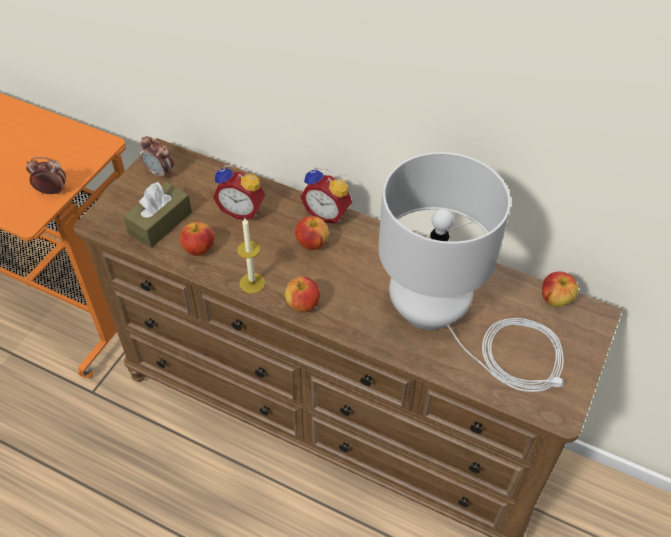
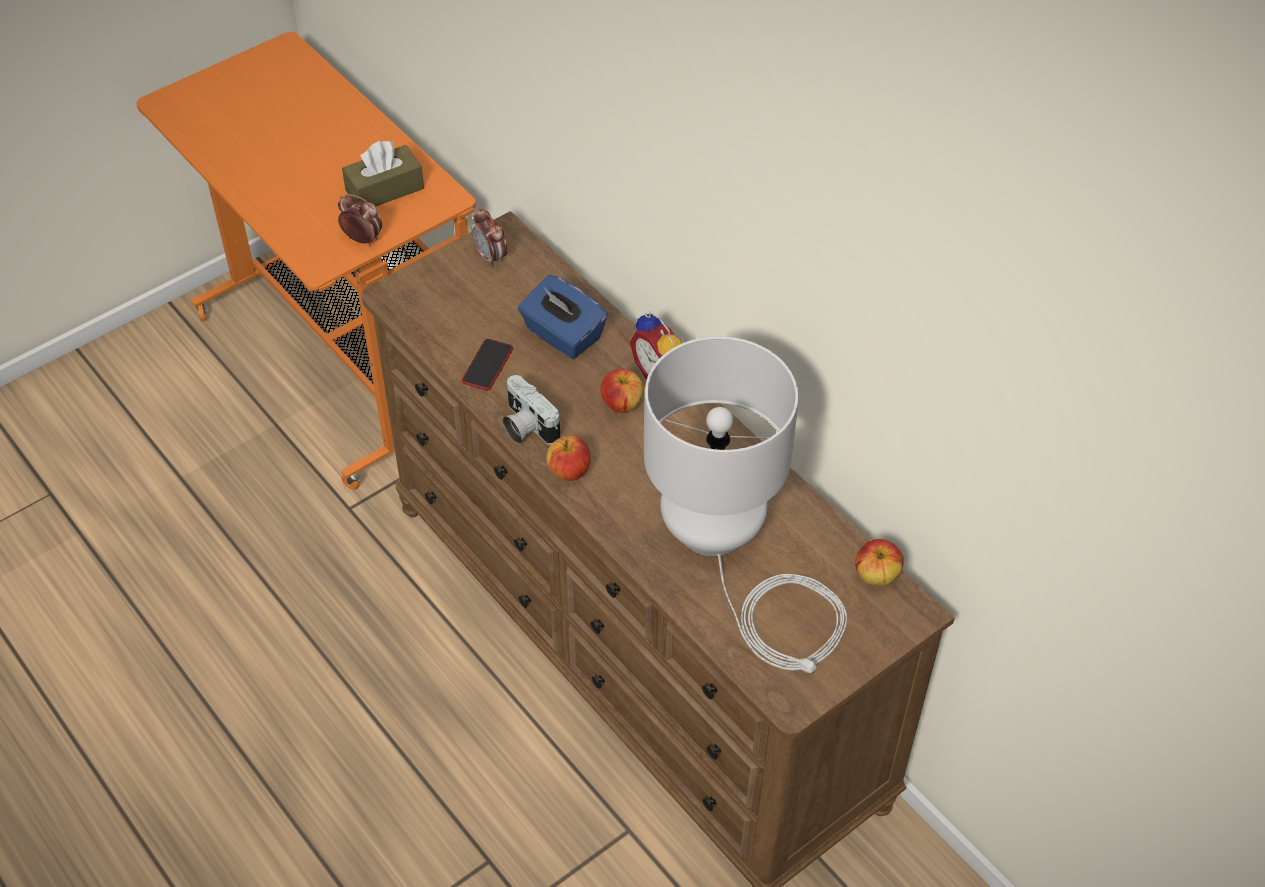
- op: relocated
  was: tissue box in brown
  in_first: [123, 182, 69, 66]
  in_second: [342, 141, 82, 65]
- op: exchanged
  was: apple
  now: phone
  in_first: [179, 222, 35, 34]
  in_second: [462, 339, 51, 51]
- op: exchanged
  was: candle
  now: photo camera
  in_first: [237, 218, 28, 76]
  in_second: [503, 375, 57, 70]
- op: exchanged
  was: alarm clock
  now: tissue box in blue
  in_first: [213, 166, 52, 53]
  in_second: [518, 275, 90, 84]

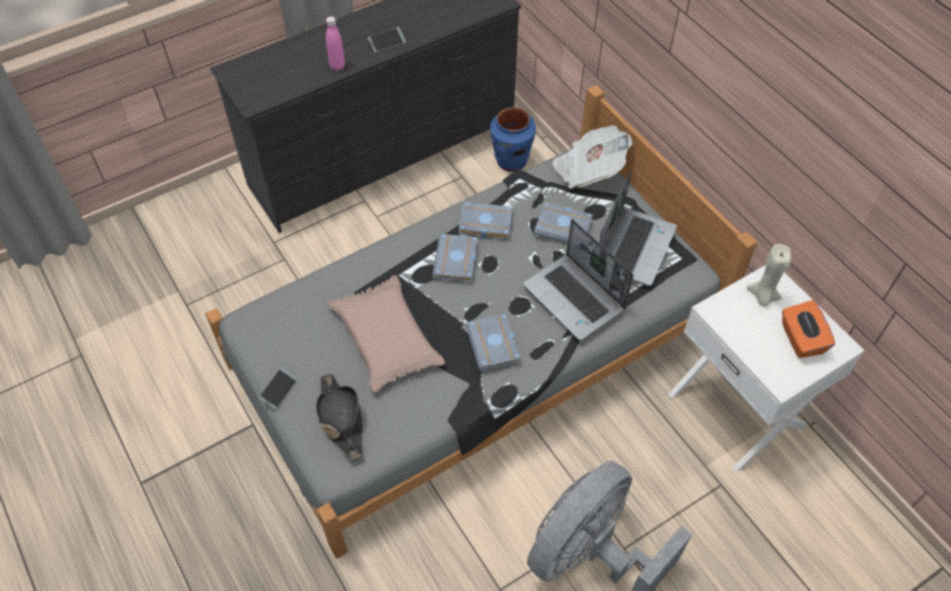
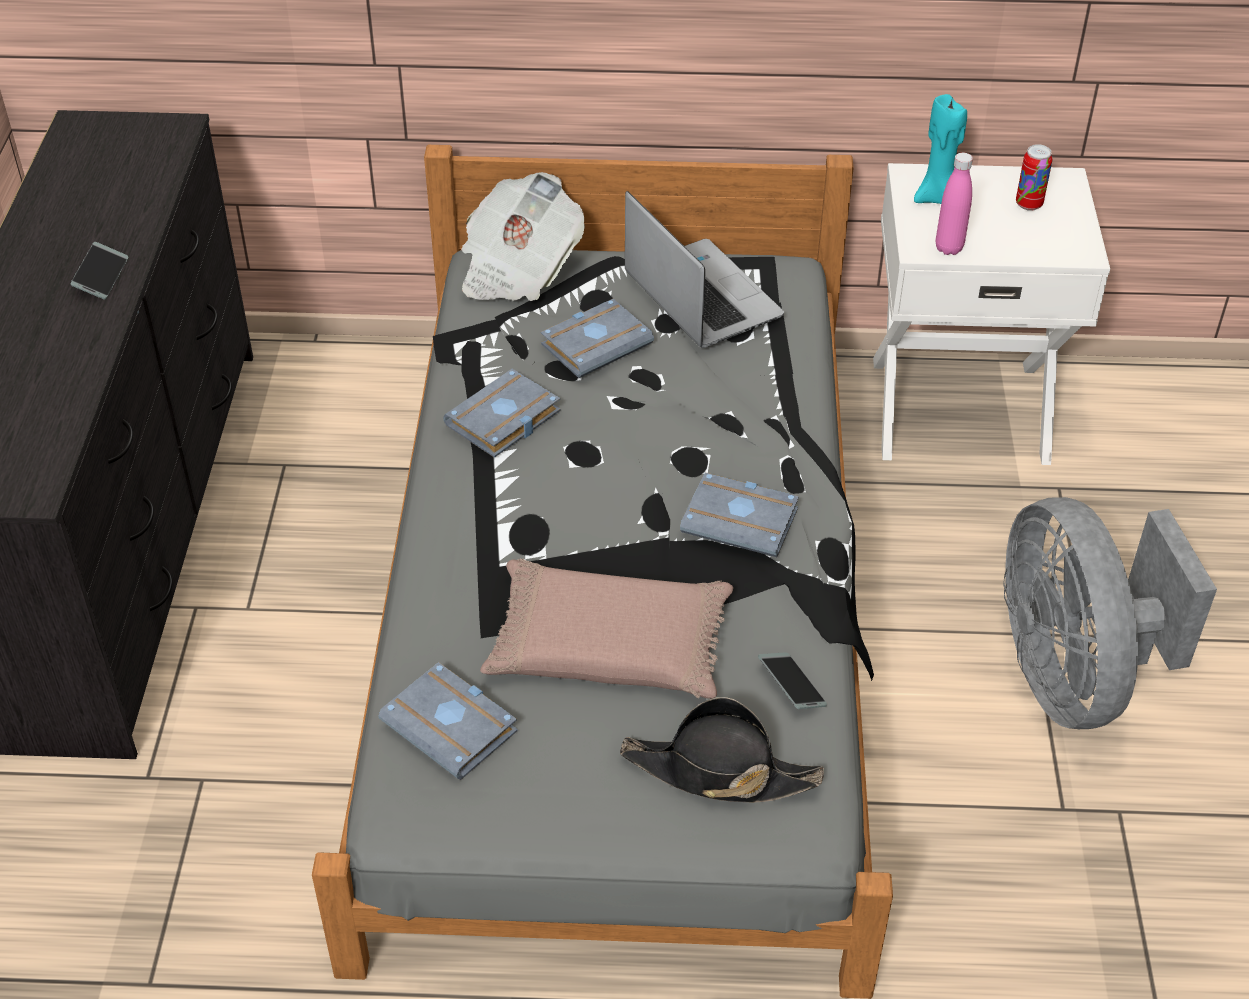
- op: relocated
  was: book in grey
  in_first: [432, 234, 46, 49]
  in_second: [378, 662, 140, 118]
- op: relocated
  was: phone
  in_first: [259, 367, 39, 42]
  in_second: [758, 652, 69, 57]
- op: colour
  was: candle in beige
  now: candle in turquoise
  in_first: [747, 244, 44, 63]
  in_second: [914, 94, 53, 110]
- op: relocated
  was: bottle in pink
  in_first: [326, 16, 19, 55]
  in_second: [935, 153, 38, 102]
- op: exchanged
  was: tissue box in orange
  now: can
  in_first: [782, 300, 53, 58]
  in_second: [1016, 144, 36, 67]
- op: missing
  was: vase in blue
  in_first: [490, 107, 46, 65]
- op: missing
  was: laptop
  in_first: [523, 219, 110, 122]

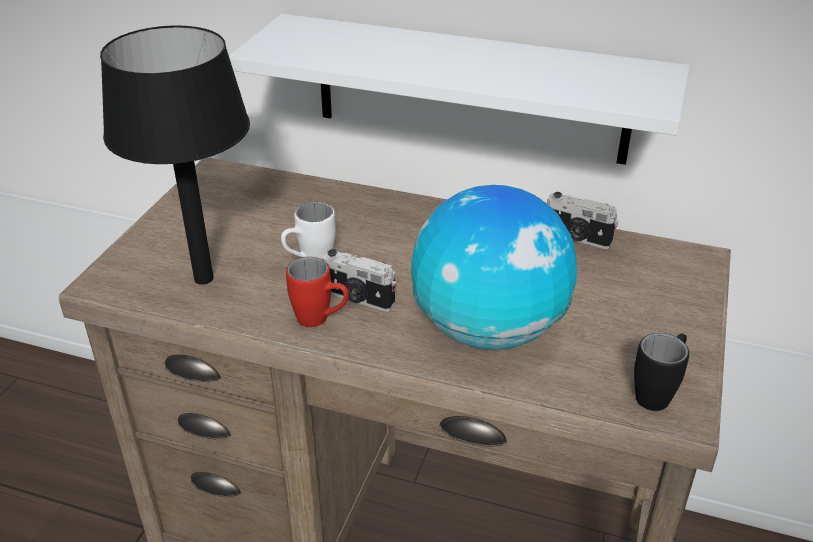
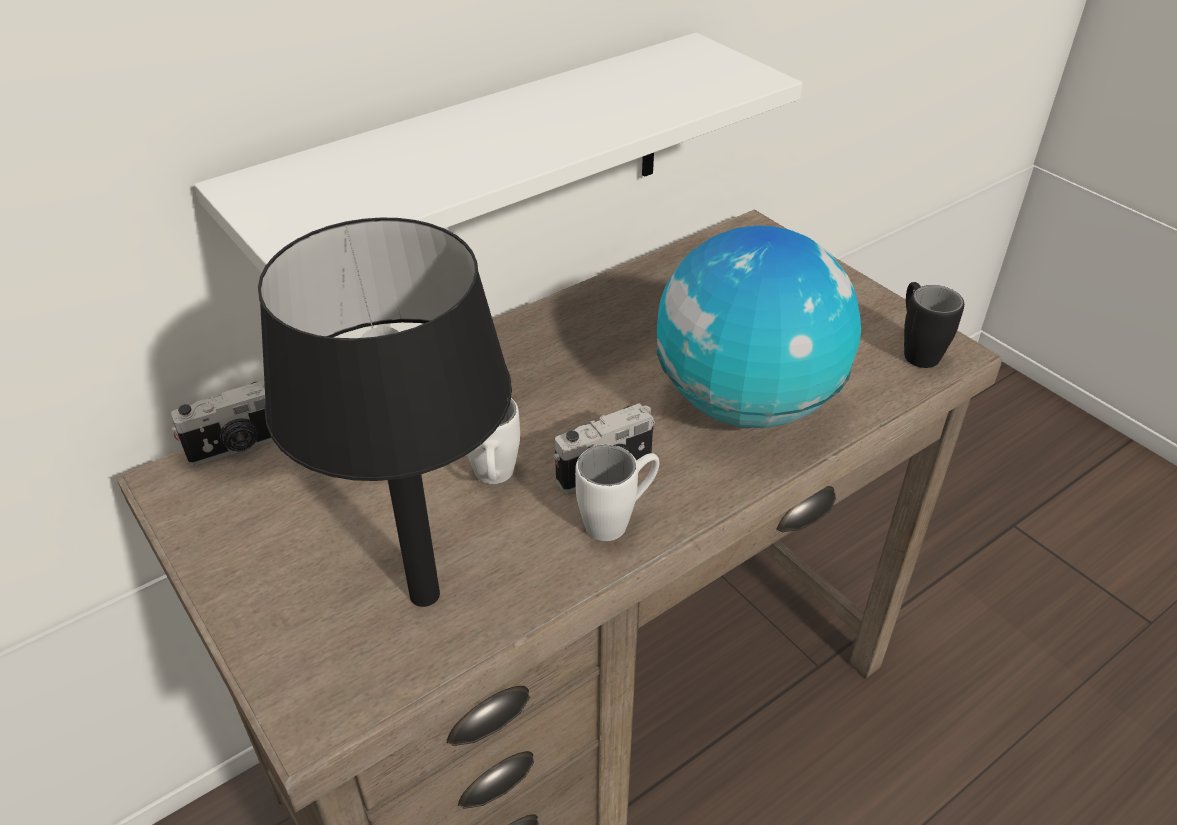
- op: relocated
  was: photo camera
  in_first: [547, 192, 71, 57]
  in_second: [171, 380, 102, 86]
- op: colour
  was: mug in red
  now: mug in white
  in_first: [286, 257, 63, 70]
  in_second: [575, 445, 84, 96]

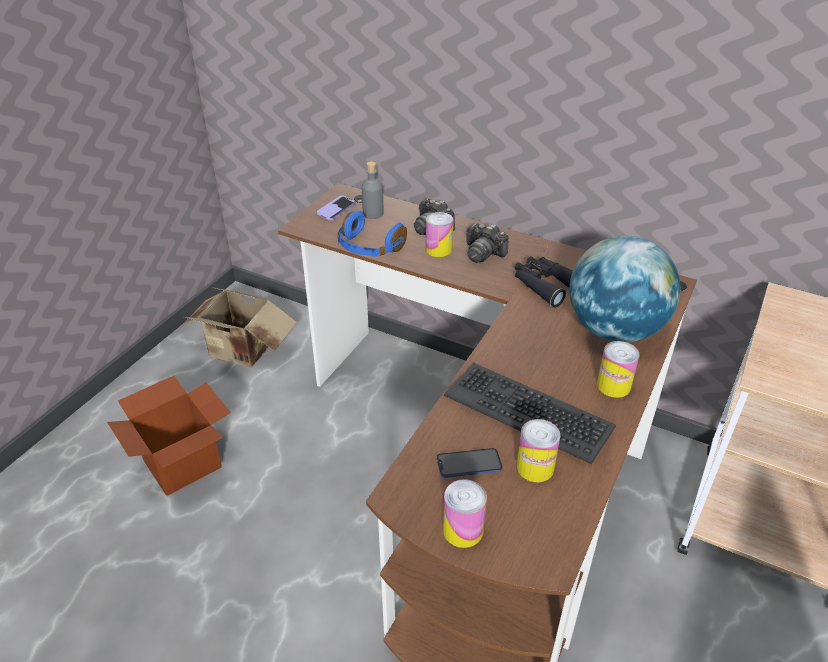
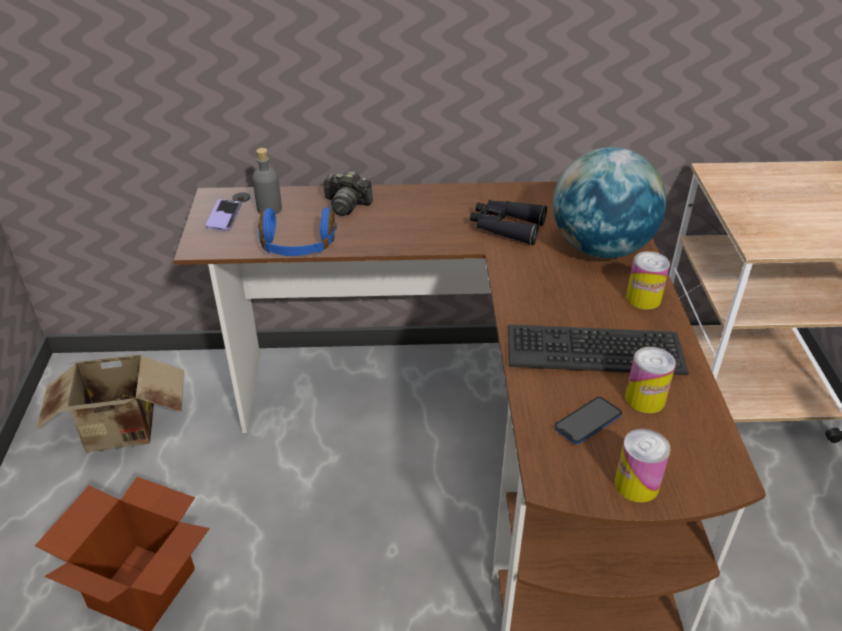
- op: missing
  was: can
  in_first: [426, 212, 27, 45]
- op: missing
  was: photo camera
  in_first: [466, 223, 42, 40]

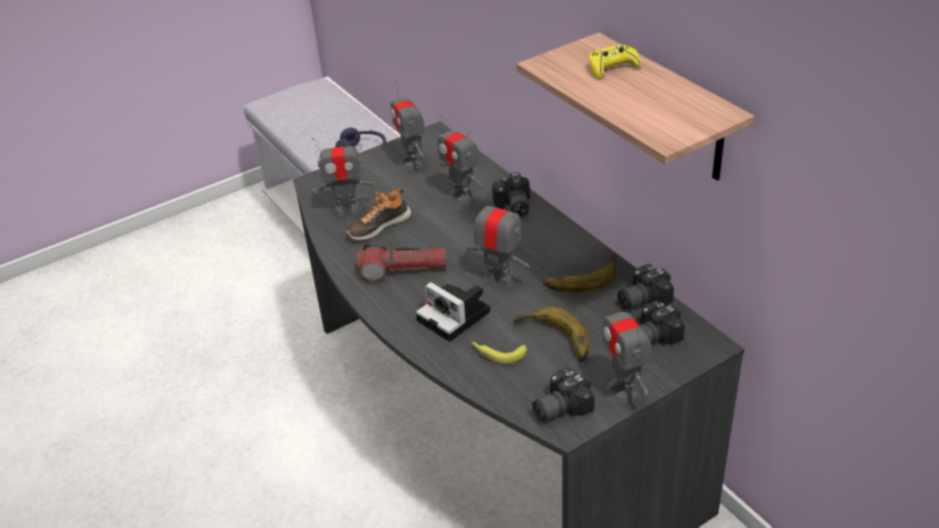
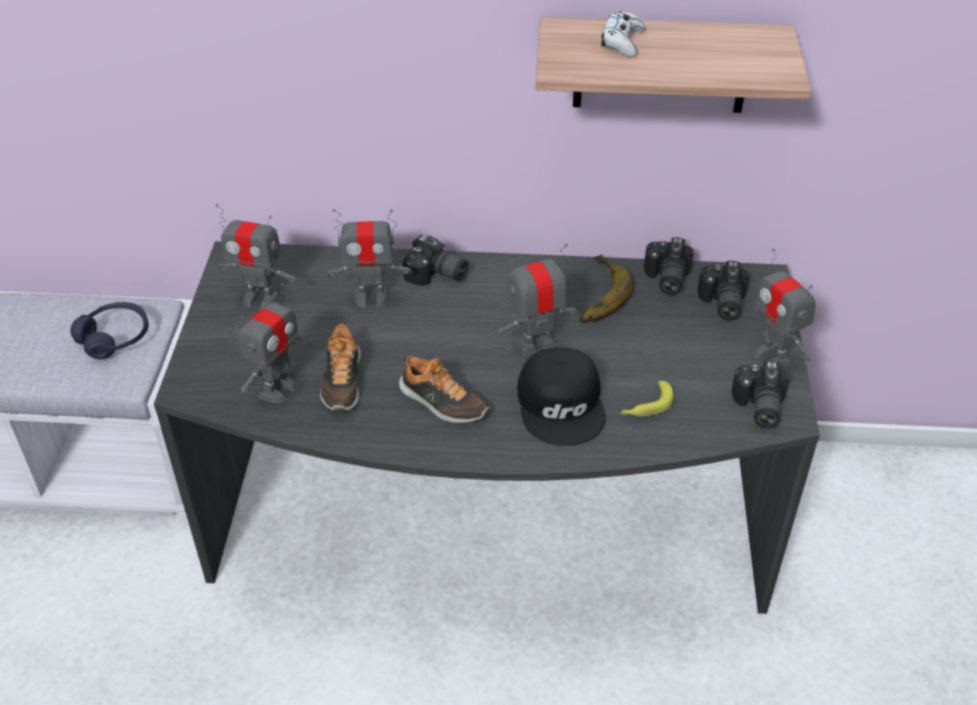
- op: exchanged
  was: flashlight
  now: shoe
  in_first: [357, 243, 89, 38]
  in_second: [399, 355, 91, 68]
- op: exchanged
  was: photo camera
  now: cap in black
  in_first: [416, 282, 74, 60]
  in_second: [517, 347, 89, 99]
- op: colour
  was: game controller in yellow
  now: game controller in white
  in_first: [589, 44, 53, 35]
  in_second: [601, 11, 44, 46]
- op: spun
  was: toy robot
  in_first: [602, 291, 50, 112]
  in_second: [752, 248, 63, 121]
  clockwise: 45
- op: missing
  was: banana
  in_first: [513, 307, 76, 55]

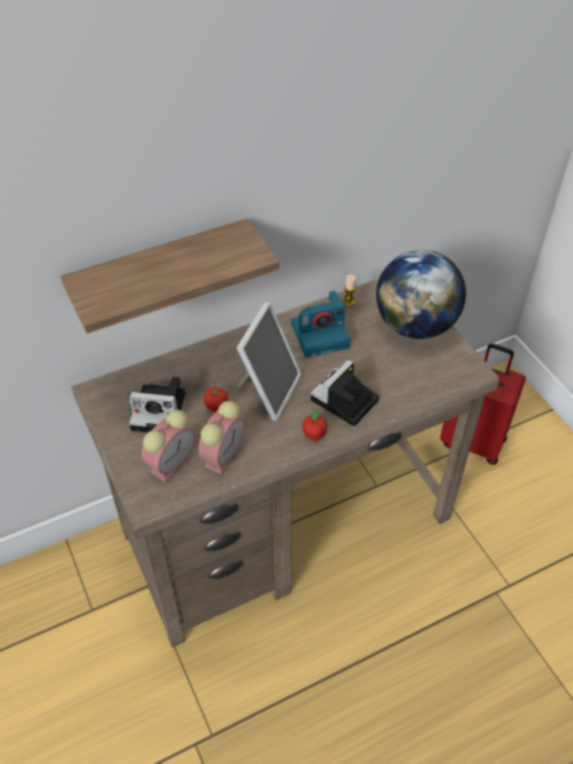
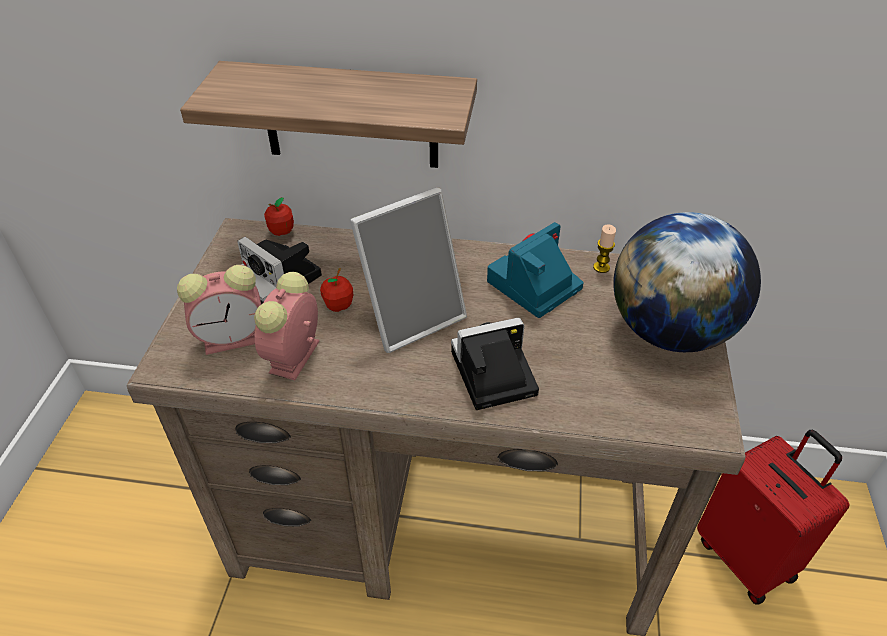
- op: spun
  was: alarm clock
  in_first: [198, 401, 47, 74]
  in_second: [254, 272, 65, 108]
  clockwise: 135
- op: relocated
  was: apple
  in_first: [302, 410, 25, 31]
  in_second: [264, 197, 30, 39]
- op: spun
  was: photo camera
  in_first: [291, 291, 59, 67]
  in_second: [487, 222, 97, 96]
  clockwise: 120

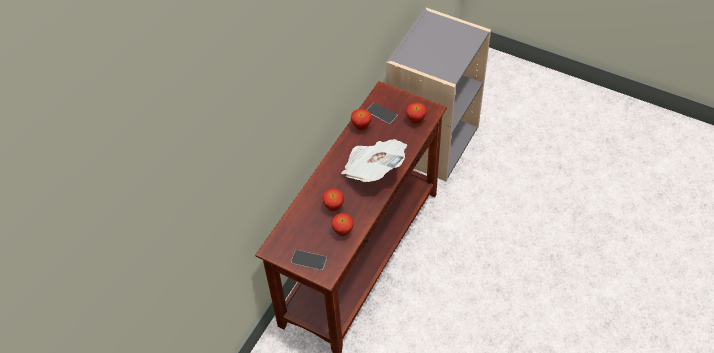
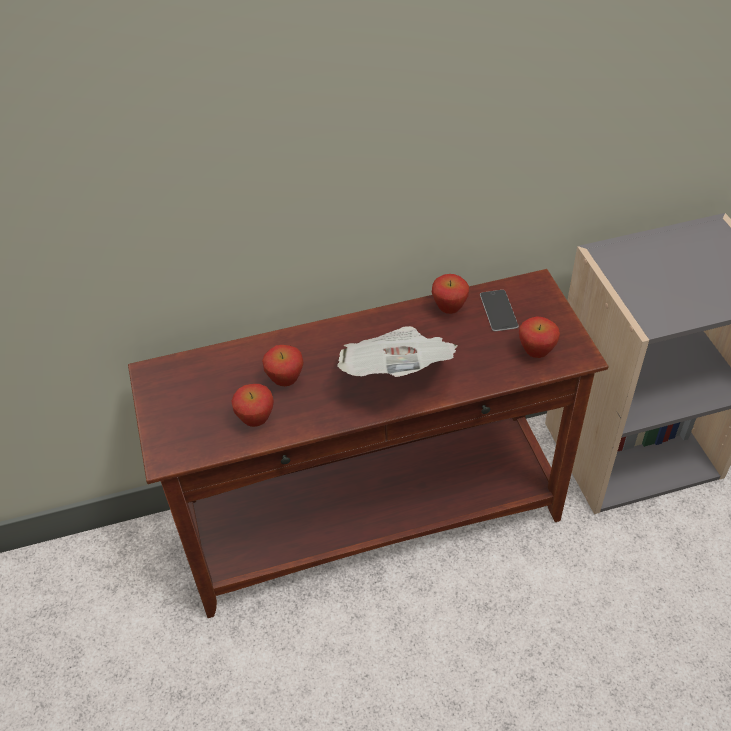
- op: missing
  was: phone
  in_first: [291, 250, 36, 20]

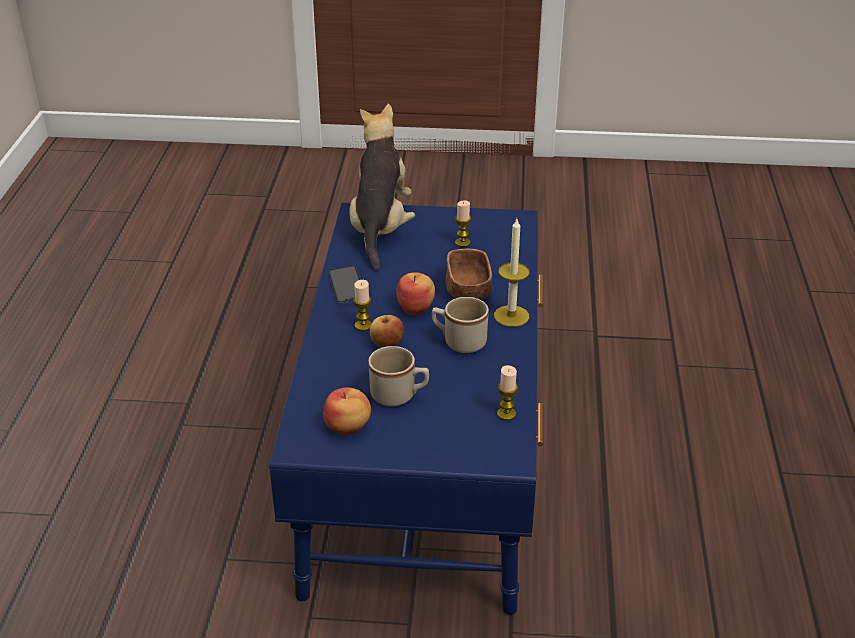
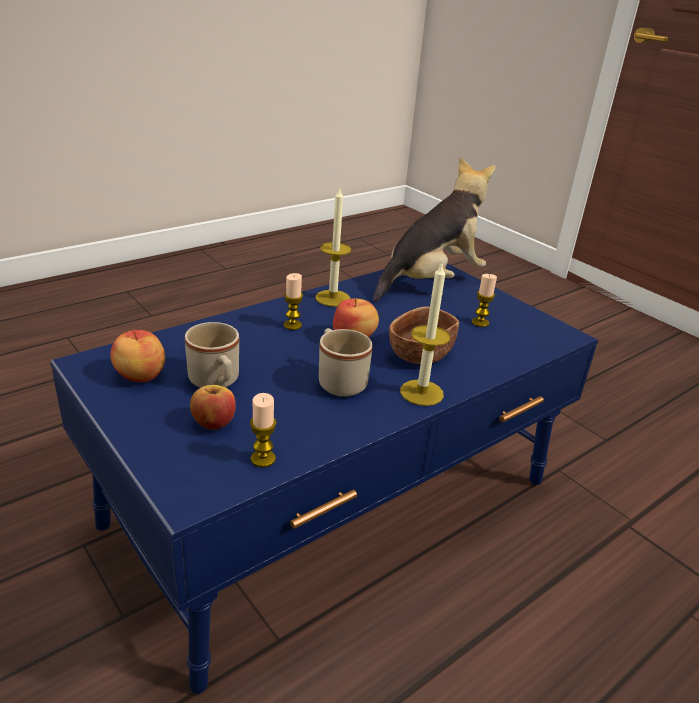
- op: relocated
  was: apple
  in_first: [369, 315, 35, 32]
  in_second: [190, 385, 46, 45]
- op: exchanged
  was: phone
  now: candle
  in_first: [328, 265, 33, 40]
  in_second: [316, 188, 35, 119]

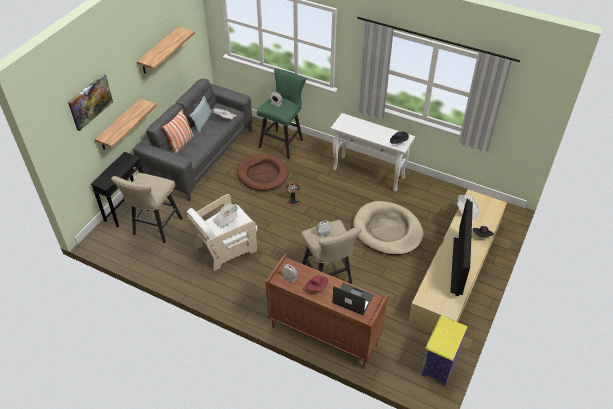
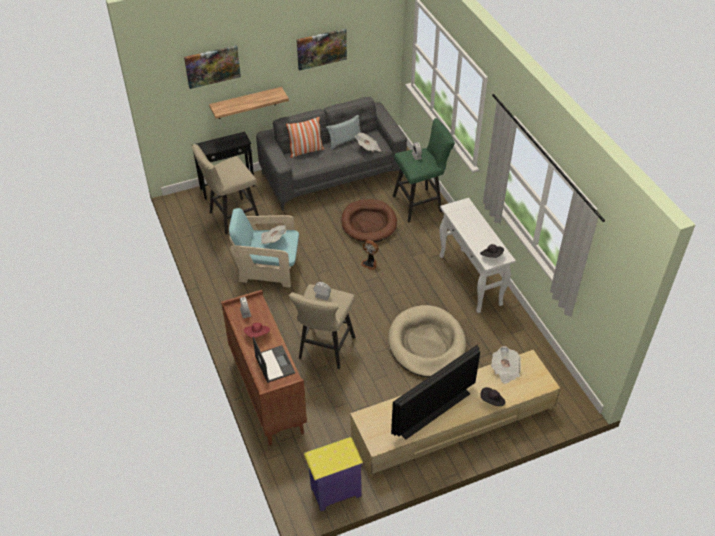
- op: colour
  was: armchair in white
  now: armchair in turquoise
  in_first: [187, 194, 70, 77]
  in_second: [229, 208, 70, 80]
- op: exchanged
  was: shelf
  now: picture
  in_first: [137, 26, 58, 48]
  in_second: [297, 29, 50, 42]

